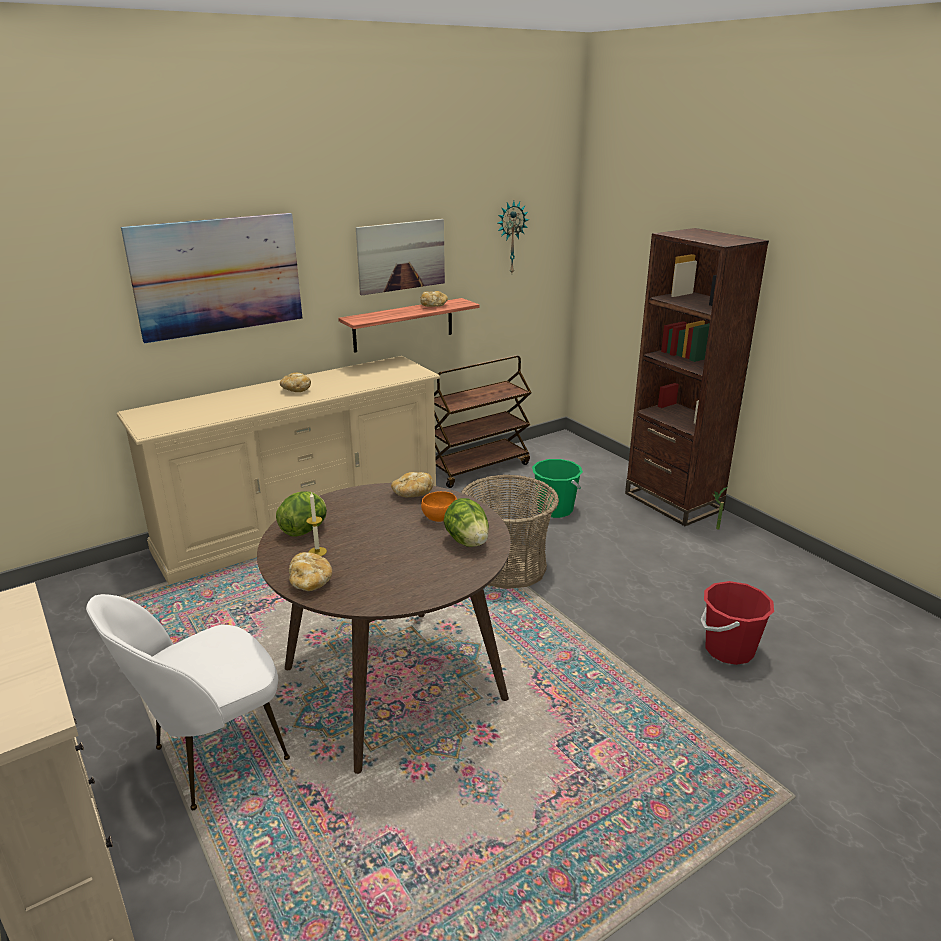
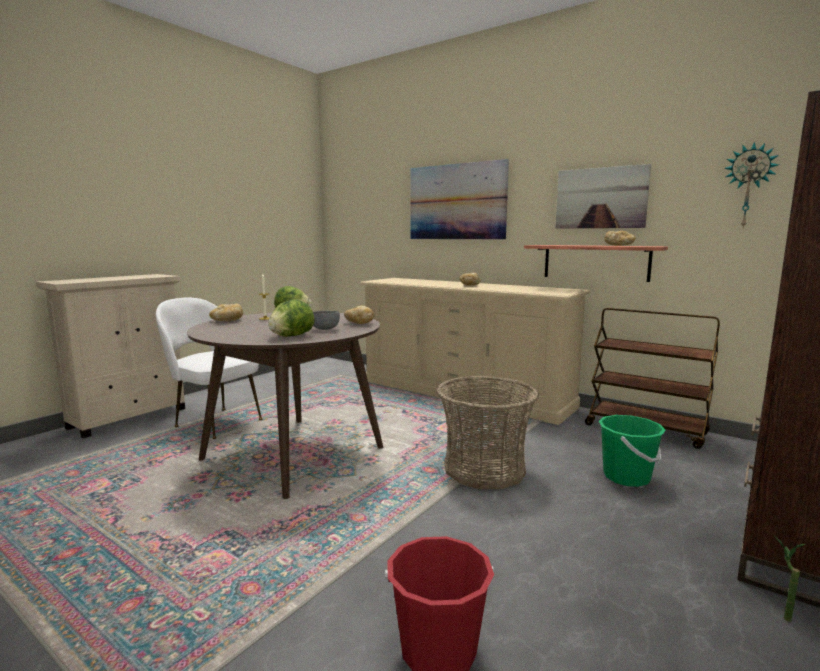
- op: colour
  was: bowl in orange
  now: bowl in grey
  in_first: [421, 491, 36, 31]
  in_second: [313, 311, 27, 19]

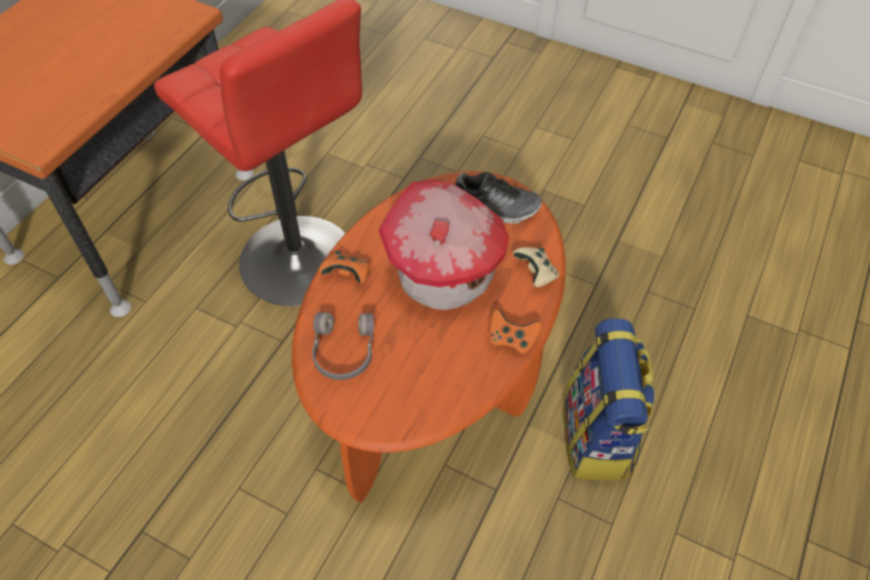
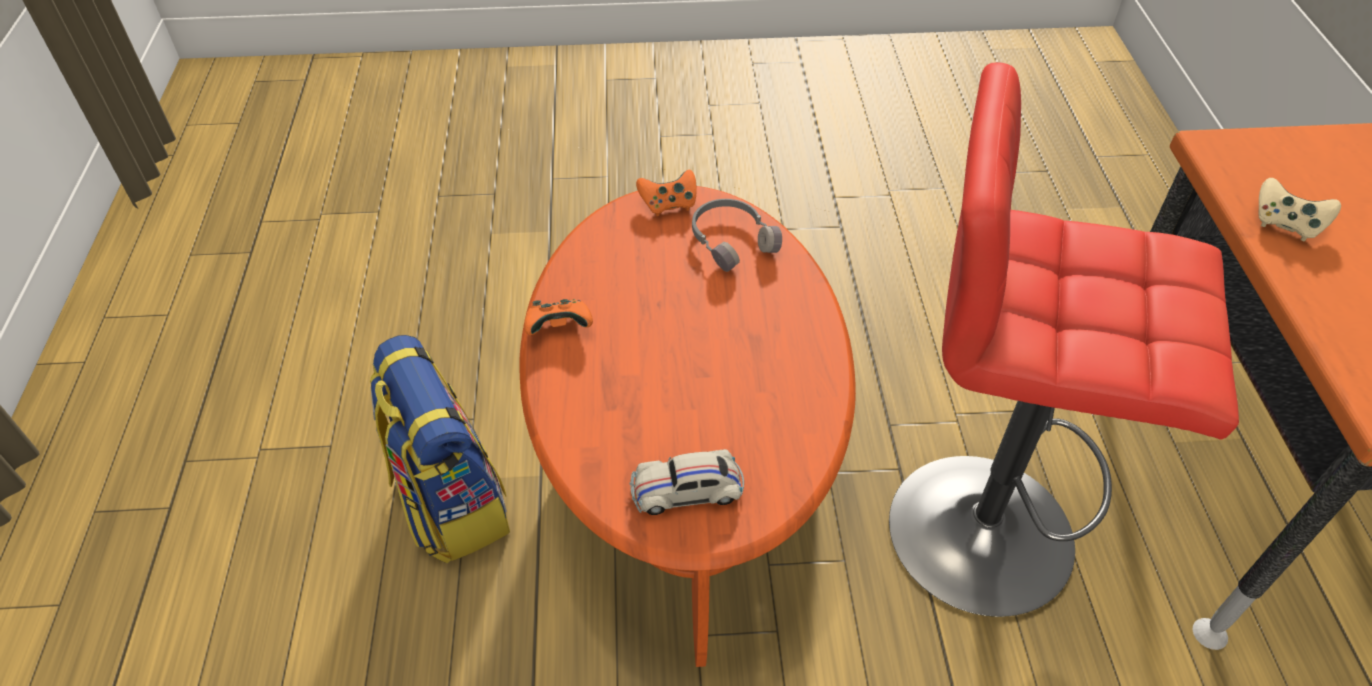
- op: exchanged
  was: shoe
  now: toy car in white
  in_first: [455, 172, 87, 52]
  in_second: [630, 449, 114, 66]
- op: relocated
  was: game controller in orange
  in_first: [319, 251, 50, 33]
  in_second: [636, 170, 61, 46]
- op: relocated
  was: game controller in beige
  in_first: [513, 247, 46, 40]
  in_second: [1259, 178, 82, 64]
- op: missing
  was: toy house
  in_first: [378, 179, 131, 131]

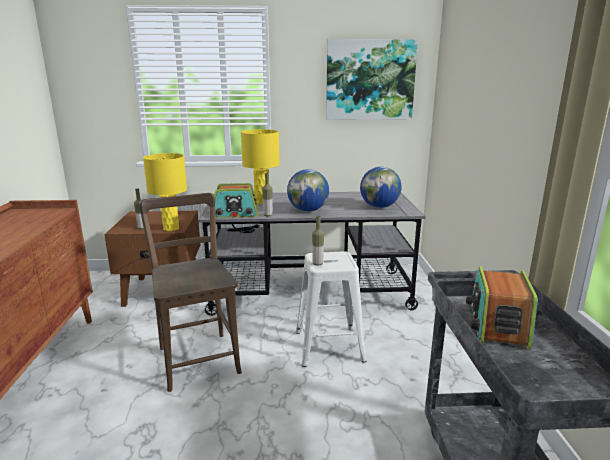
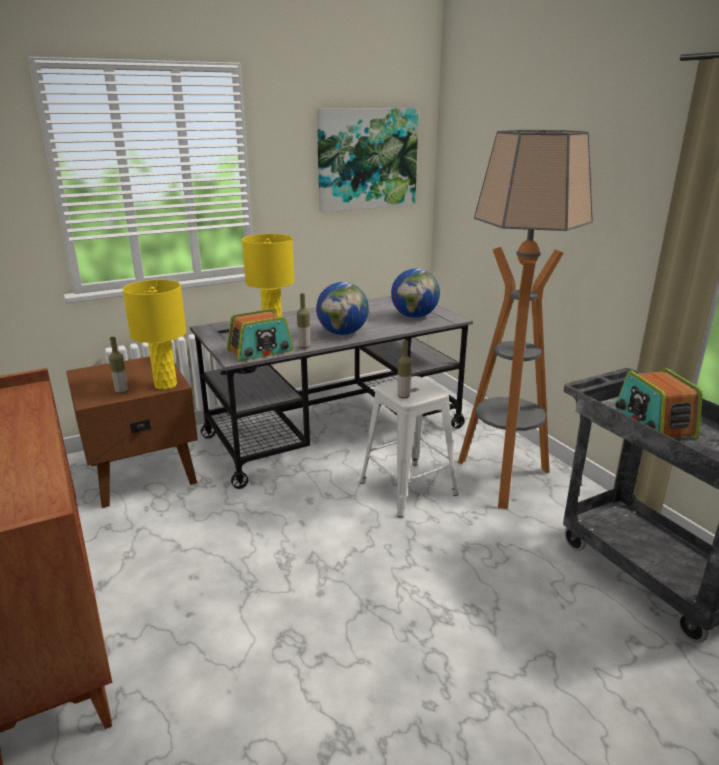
- op: appeared
  now: floor lamp
  in_second: [458, 130, 135, 379]
- op: missing
  was: chair in brown
  in_first: [139, 193, 103, 199]

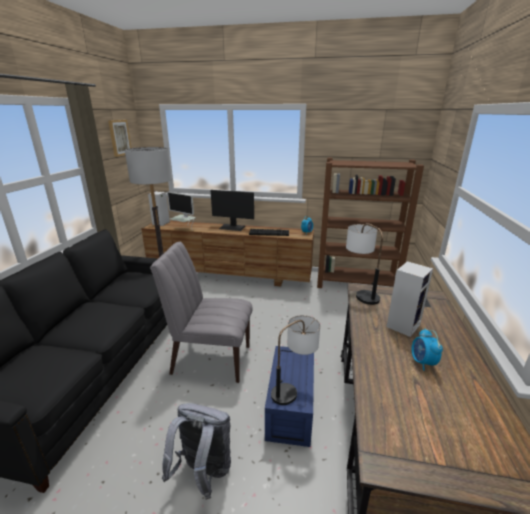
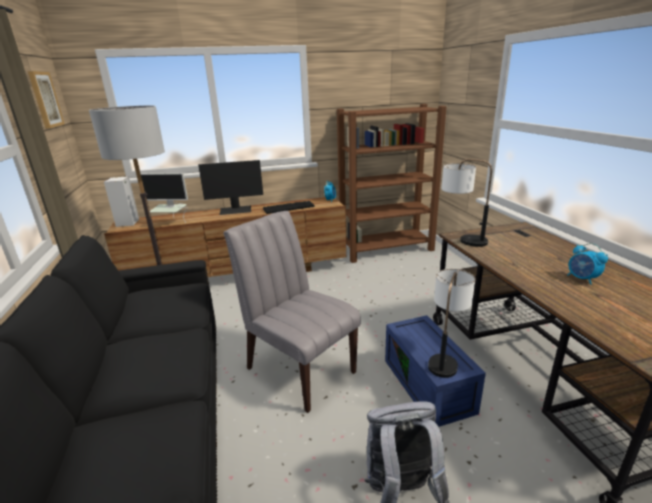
- op: spun
  was: chair in grey
  in_first: [150, 242, 103, 141]
  in_second: [223, 211, 138, 202]
  clockwise: 60
- op: missing
  was: speaker
  in_first: [386, 261, 47, 76]

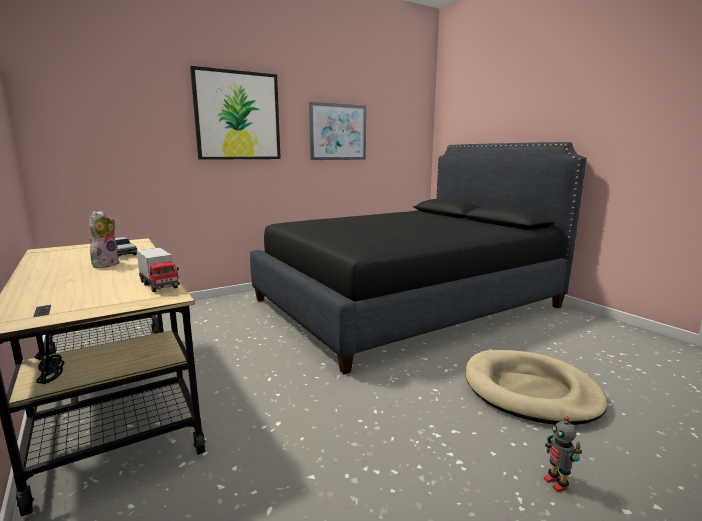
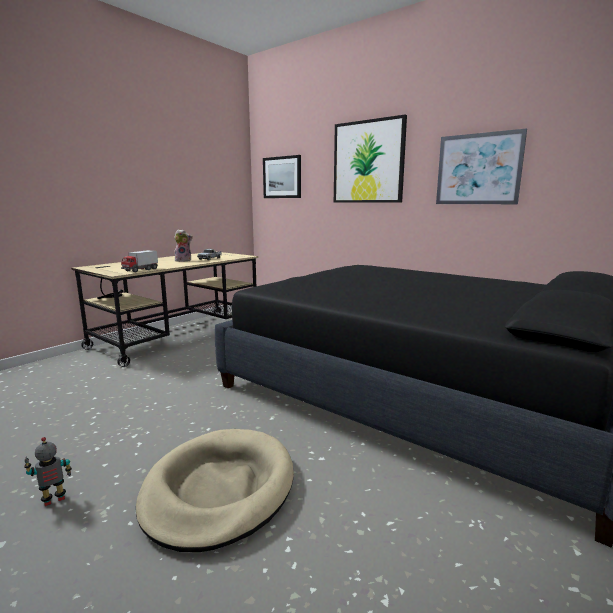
- op: appeared
  now: picture
  in_second: [263, 155, 38, 43]

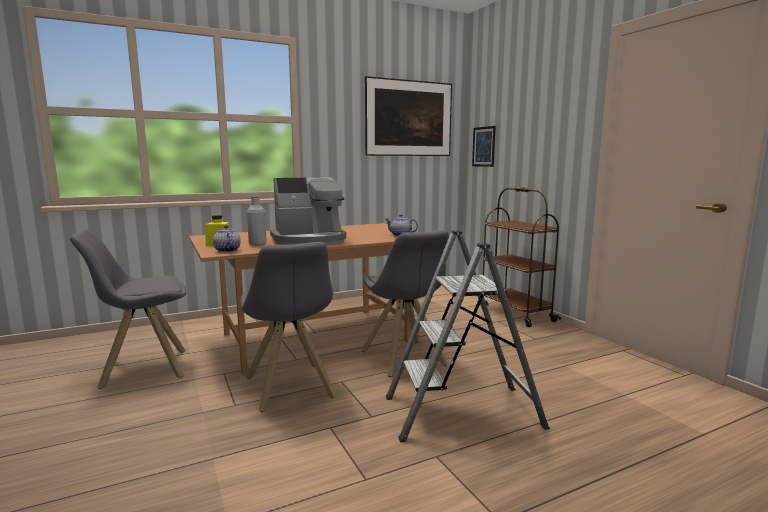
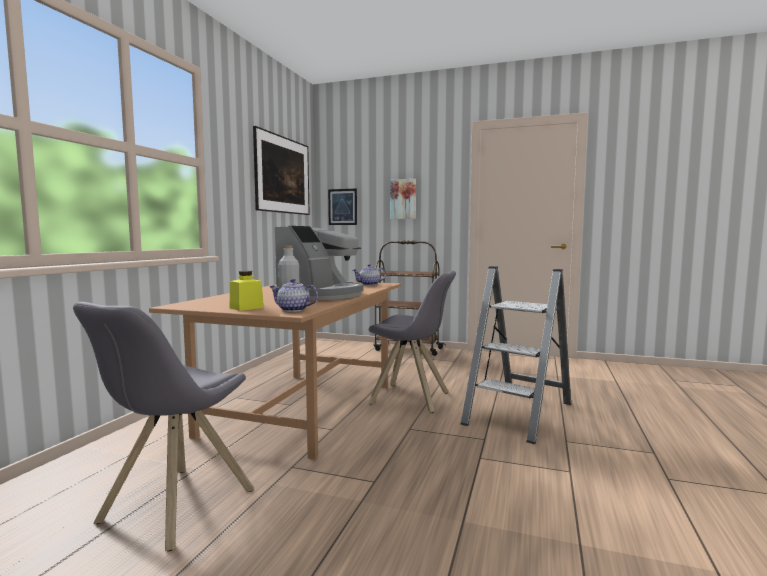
- op: appeared
  now: picture
  in_second: [390, 179, 26, 40]
- op: missing
  was: chair in grey
  in_first: [241, 242, 96, 170]

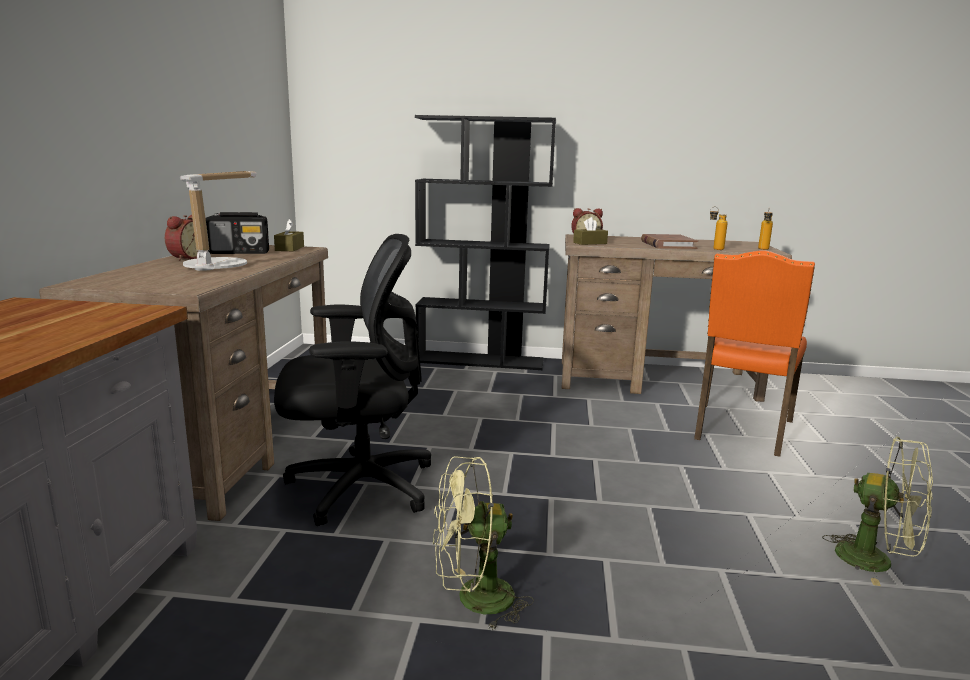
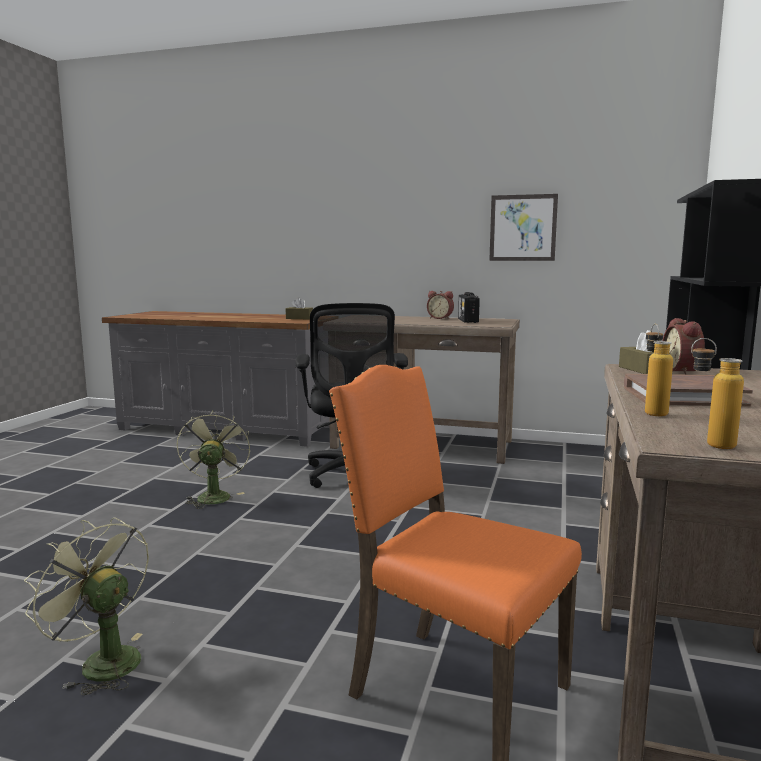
- op: spun
  was: fan in green
  in_first: [822, 436, 111, 150]
  in_second: [24, 517, 125, 178]
  clockwise: 75
- op: relocated
  was: tissue box in brown
  in_first: [274, 218, 30, 33]
  in_second: [286, 297, 27, 22]
- op: appeared
  now: picture
  in_second: [489, 194, 69, 67]
- op: missing
  was: table lamp
  in_first: [180, 171, 77, 100]

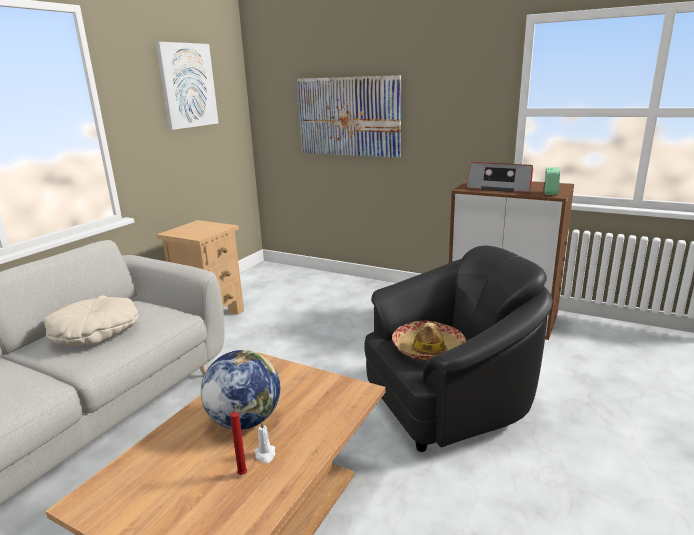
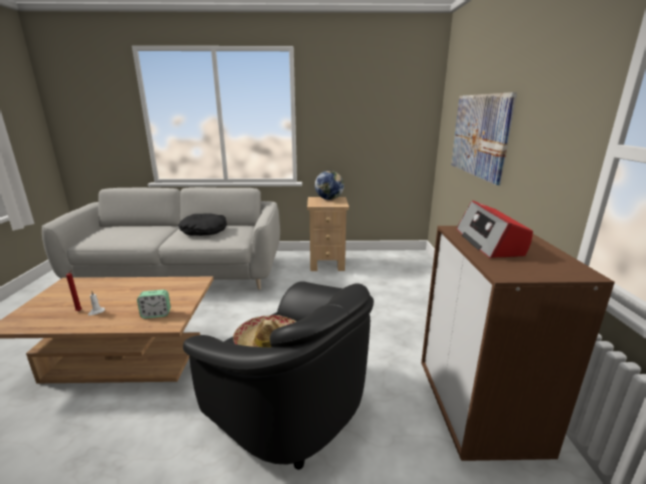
- op: relocated
  was: alarm clock
  in_first: [545, 167, 15, 28]
  in_second: [137, 290, 34, 29]
- op: colour
  was: pillow in beige
  now: pillow in black
  in_first: [44, 295, 94, 51]
  in_second: [178, 213, 49, 23]
- op: relocated
  was: globe
  in_first: [201, 350, 79, 80]
  in_second: [315, 170, 29, 30]
- op: missing
  was: picture
  in_first: [156, 42, 63, 88]

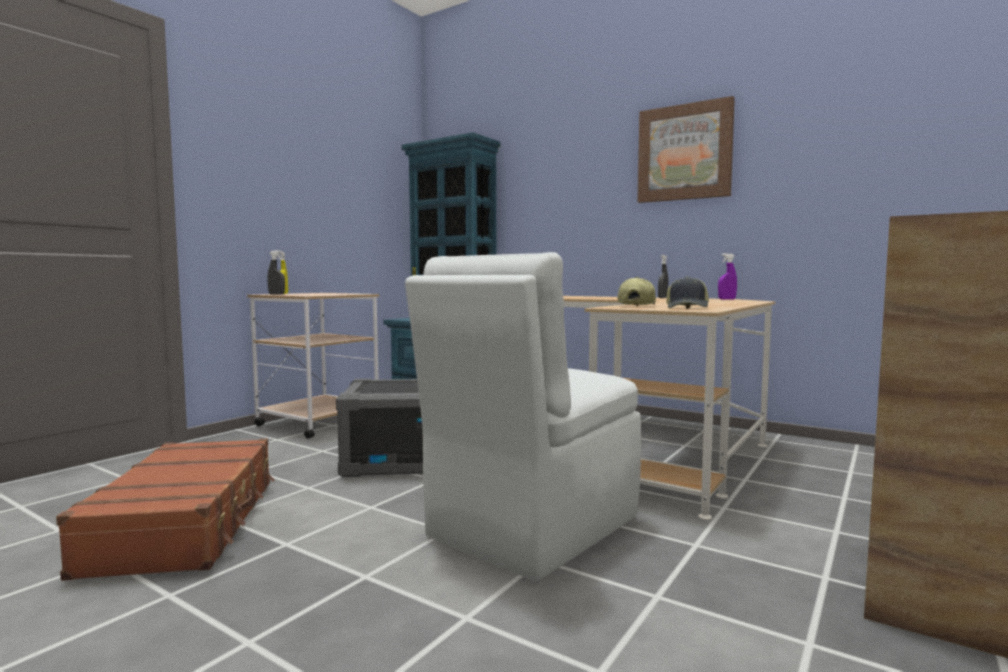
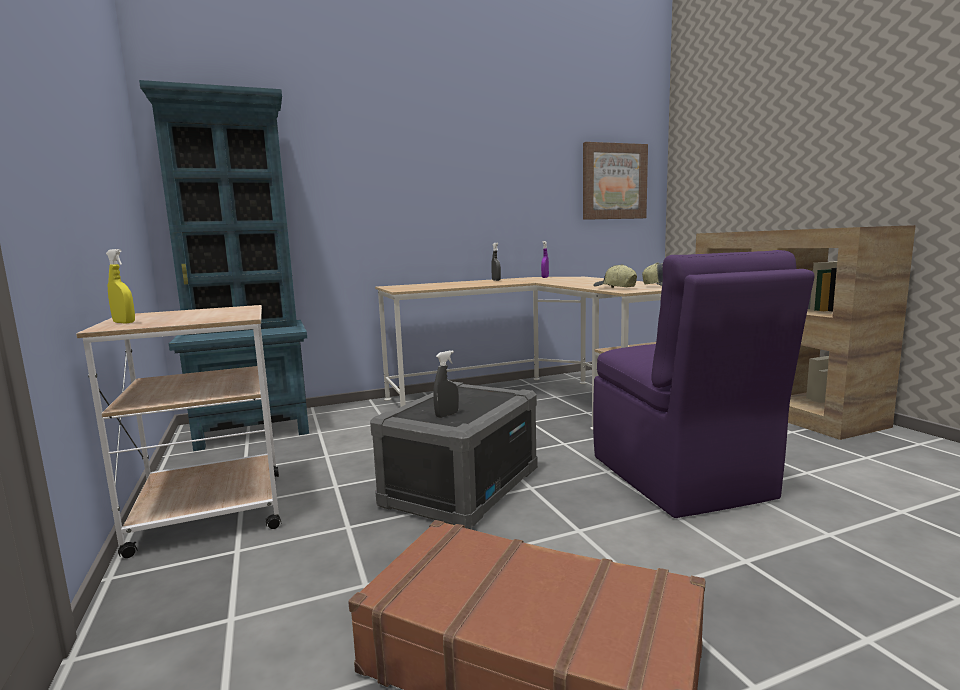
- op: relocated
  was: spray bottle in grey
  in_first: [267, 250, 18, 45]
  in_second: [433, 350, 26, 68]
- op: relocated
  was: picture
  in_first: [637, 96, 98, 107]
  in_second: [583, 142, 65, 78]
- op: colour
  was: chair in white
  now: chair in purple
  in_first: [405, 252, 236, 329]
  in_second: [593, 250, 222, 268]

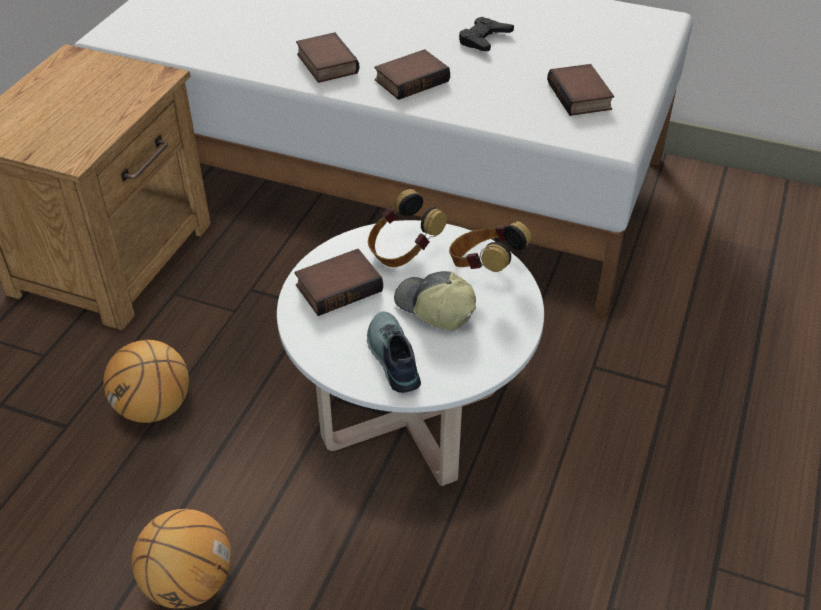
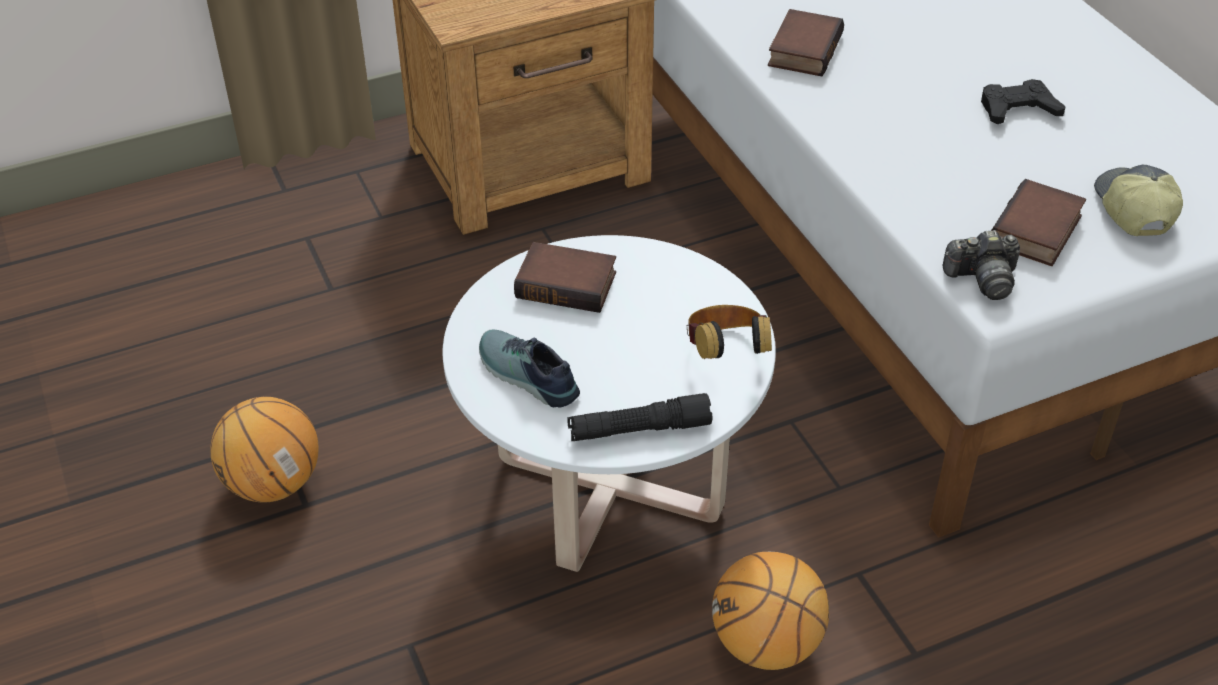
- op: spun
  was: shoe
  in_first: [367, 311, 54, 82]
  in_second: [479, 330, 101, 77]
  clockwise: -75
- op: appeared
  now: flashlight in black
  in_second: [567, 393, 145, 48]
- op: relocated
  was: basketball
  in_first: [103, 340, 86, 83]
  in_second: [712, 552, 117, 118]
- op: appeared
  now: photo camera
  in_second: [943, 230, 77, 70]
- op: relocated
  was: cap
  in_first: [394, 271, 82, 60]
  in_second: [1094, 165, 89, 71]
- op: missing
  was: headphones
  in_first: [368, 189, 79, 78]
- op: missing
  was: book
  in_first: [374, 49, 76, 51]

